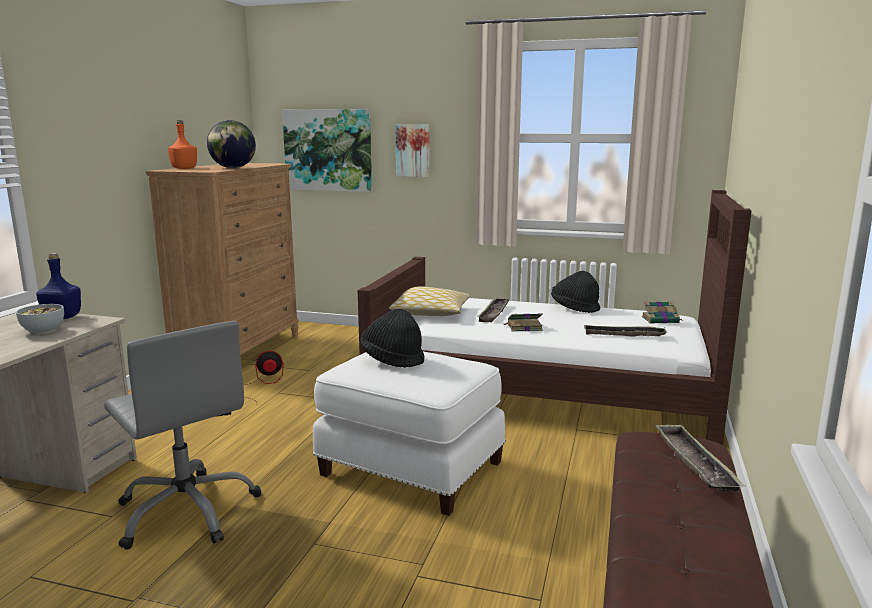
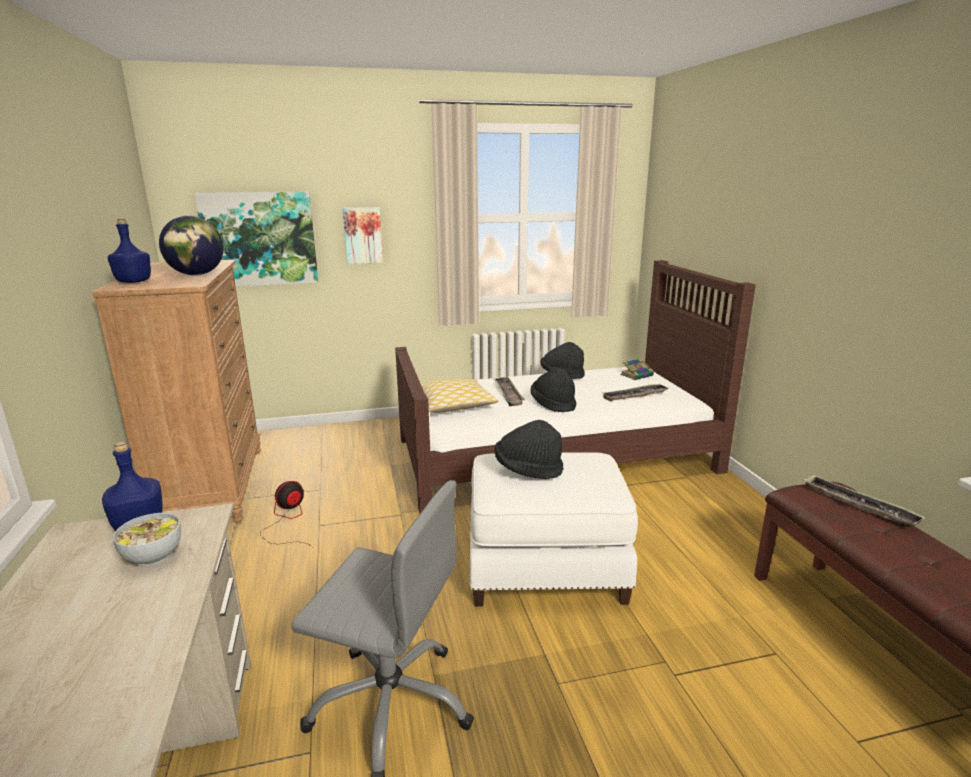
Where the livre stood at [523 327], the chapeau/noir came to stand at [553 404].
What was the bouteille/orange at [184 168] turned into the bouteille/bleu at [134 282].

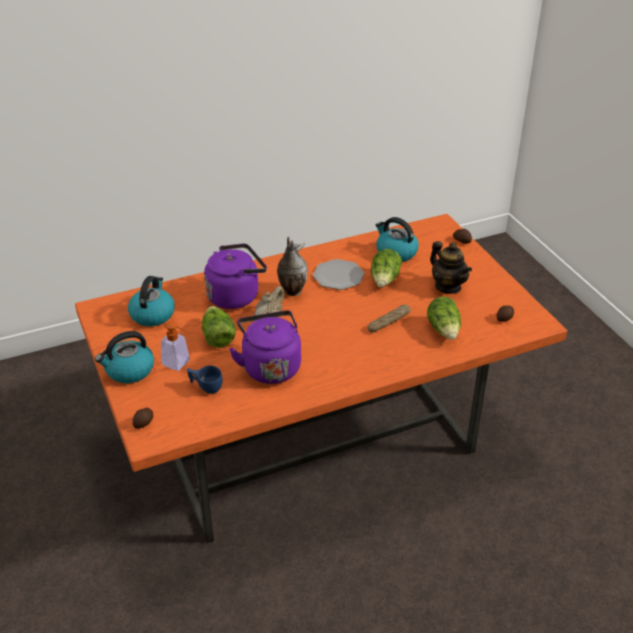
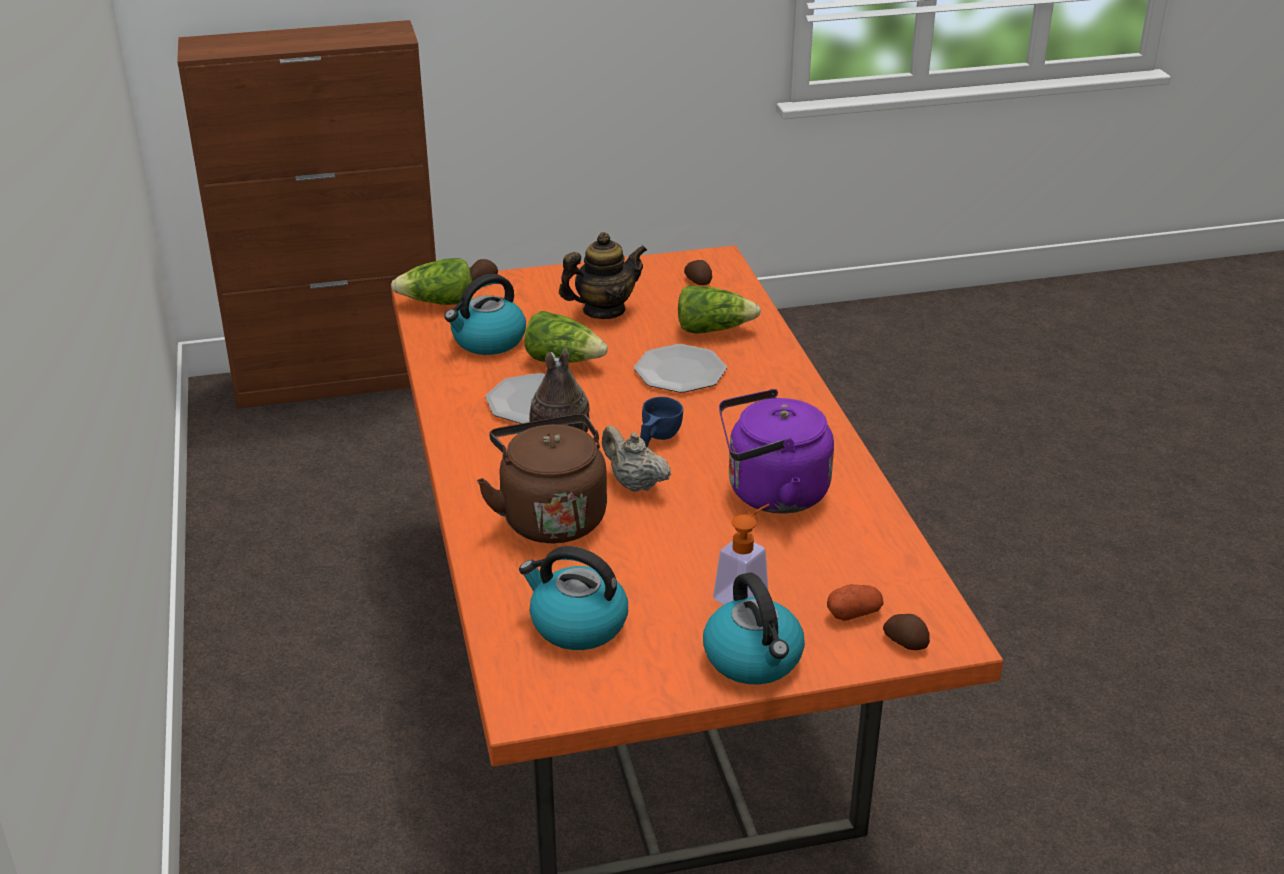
The second view gained the meuble de rangement/marron at [342 379].
The second view gained the pomme de terre at [854 613].
The tasse/bleu ended up elsewhere, having gone from [206 387] to [656 438].
The laitue ended up elsewhere, having gone from [217 336] to [438 303].
Where the pain stood at [389 322], the assiette came to stand at [680 371].
What was the bouilloire/violet at [236 295] turned into the bouilloire/marron at [550 516].

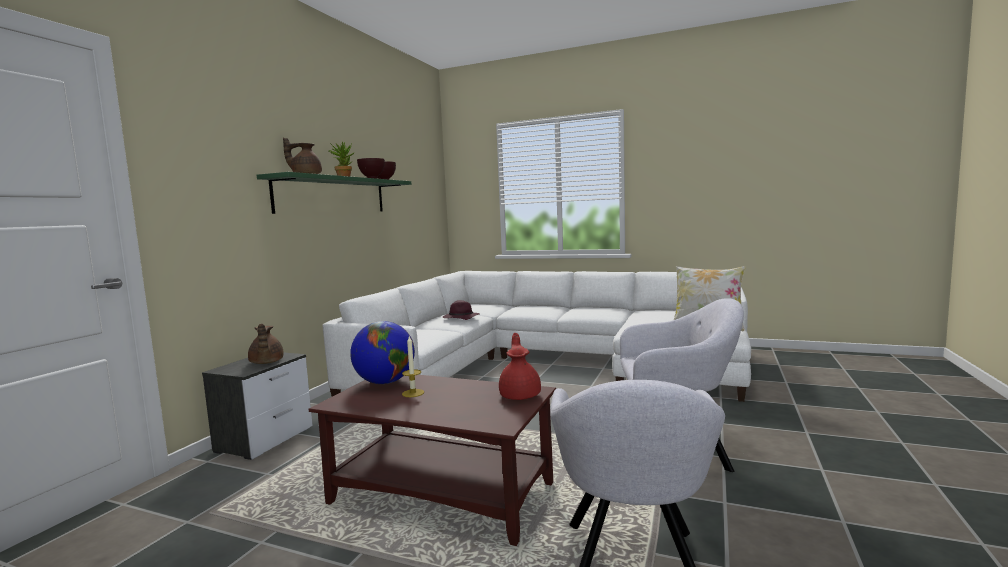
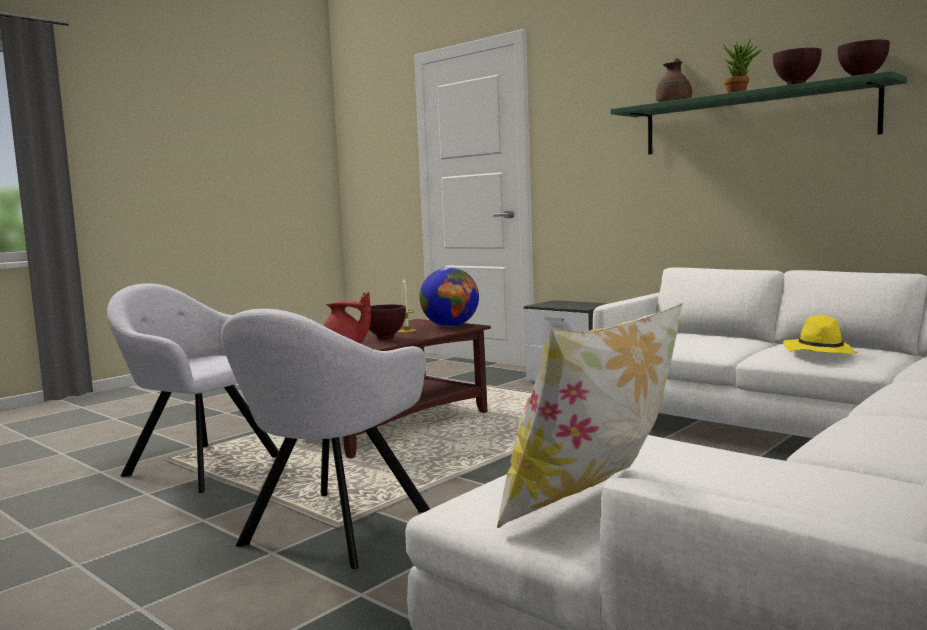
The second view lost the théière/marron at [266 362].
The second view gained the bol/marron at [384 339].
What was the chapeau/violet at [460 318] turned into the chapeau/jaune at [819 352].

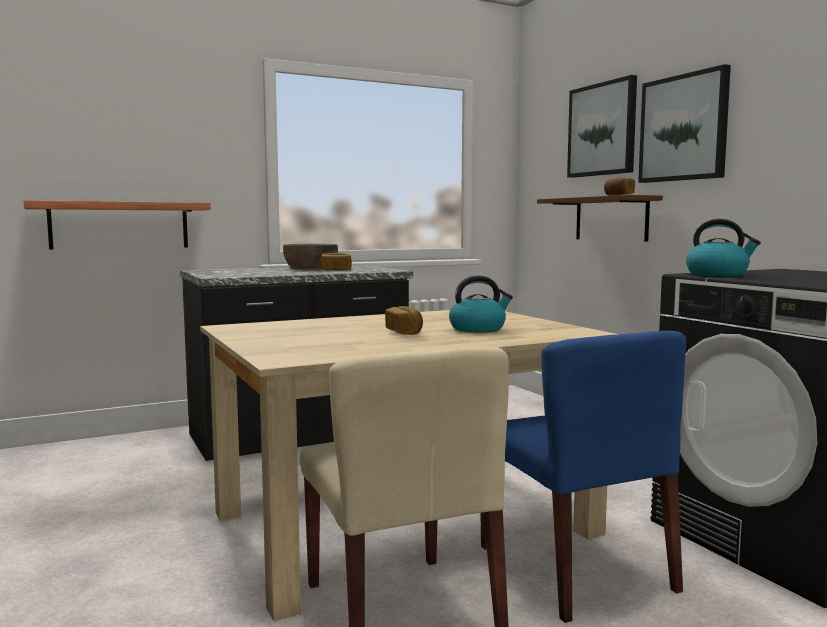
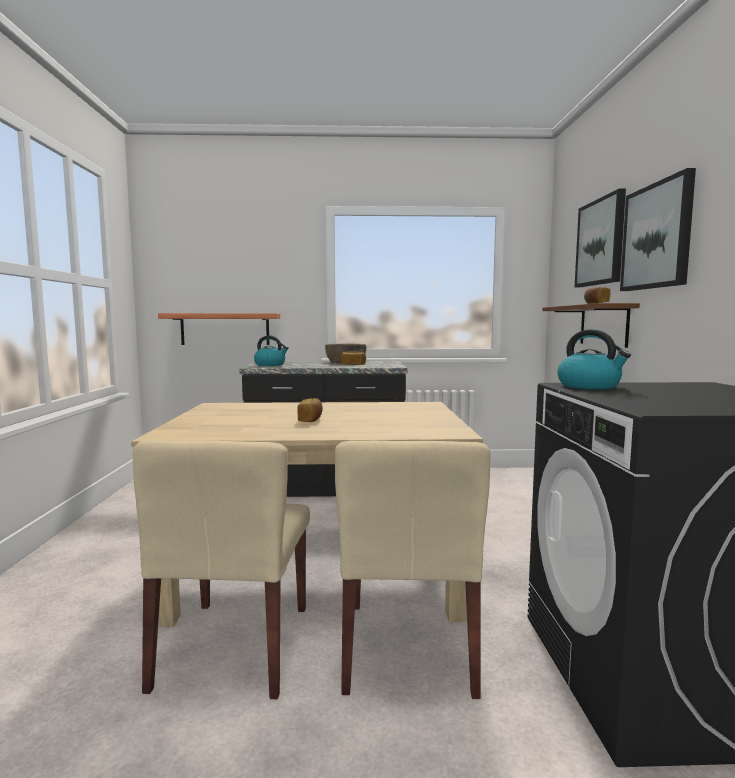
The bouilloire ended up elsewhere, having gone from [478 329] to [270 365].
What was the chaise/bleu at [576 568] turned into the chaise/beige at [407 647].

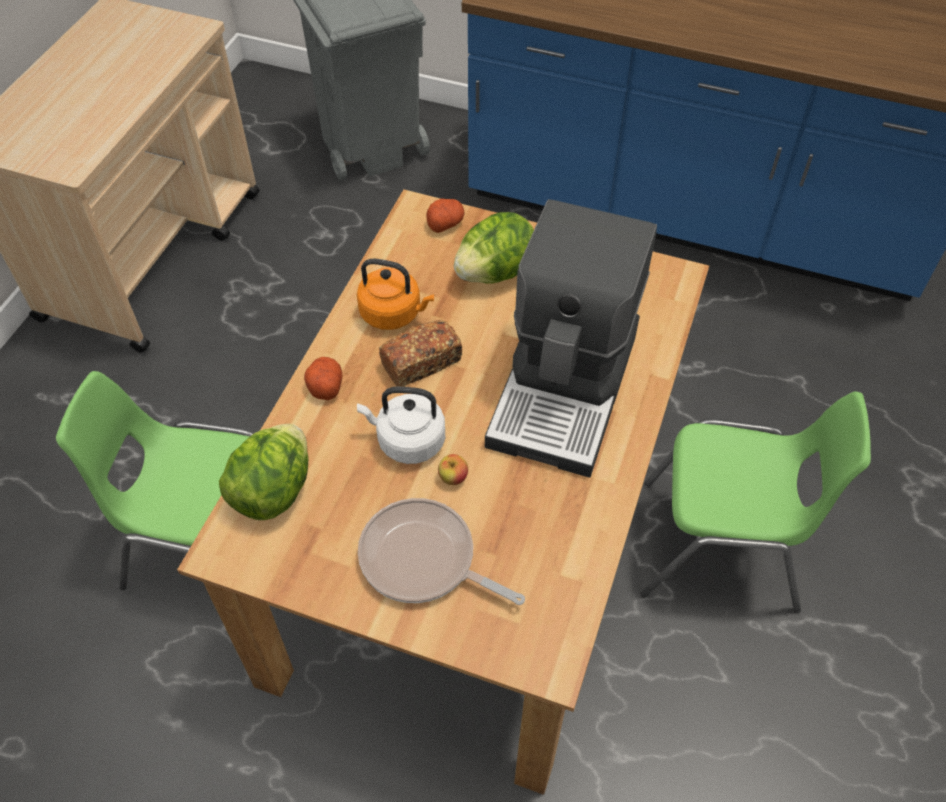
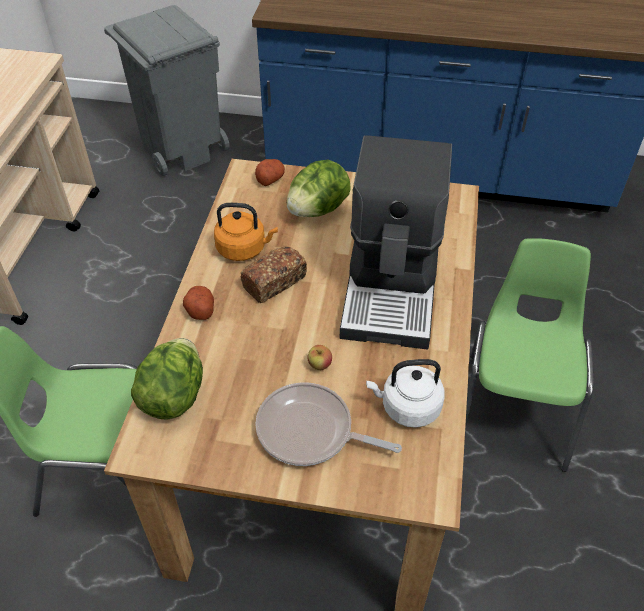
The bouilloire/blanc ended up elsewhere, having gone from [407 441] to [407 407].
The chaise/vert at [722 548] ended up facing another way, 75 degrees counterclockwise from before.

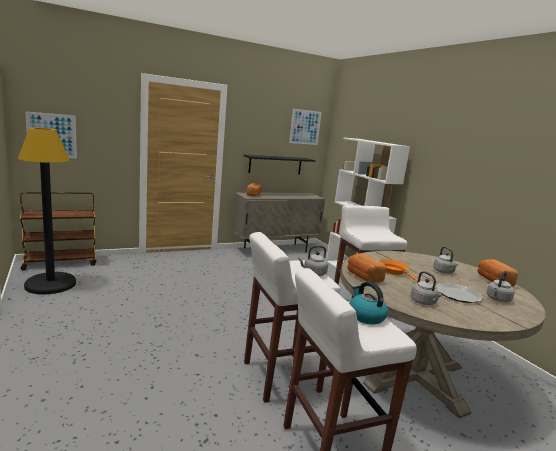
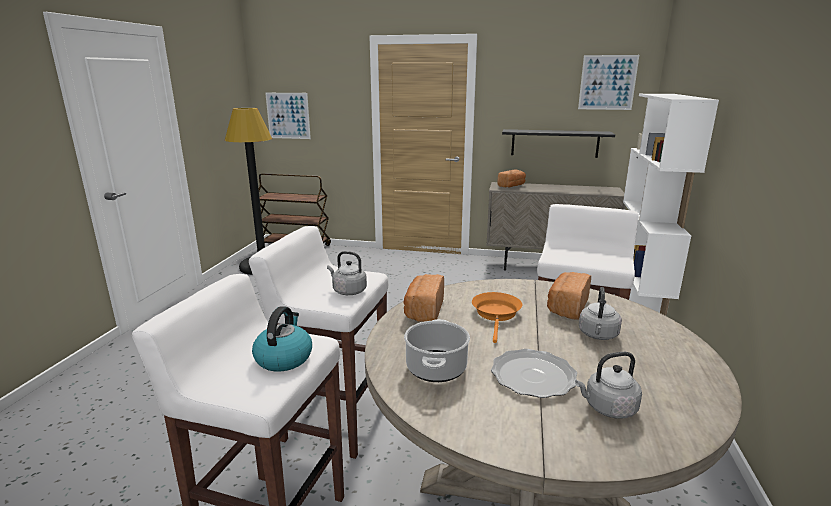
The pain ended up elsewhere, having gone from [493 281] to [566 307].
Where the bouilloire/gris stood at [424 302], the marmite came to stand at [436 369].

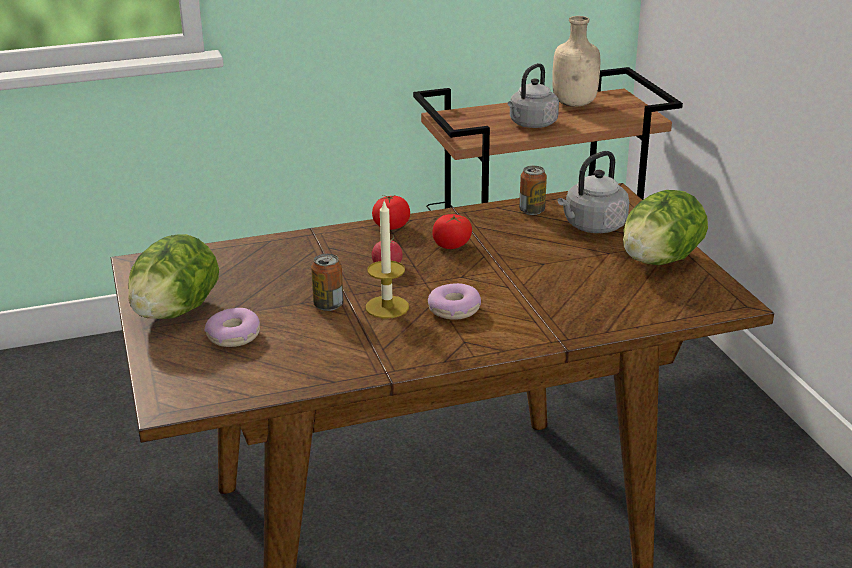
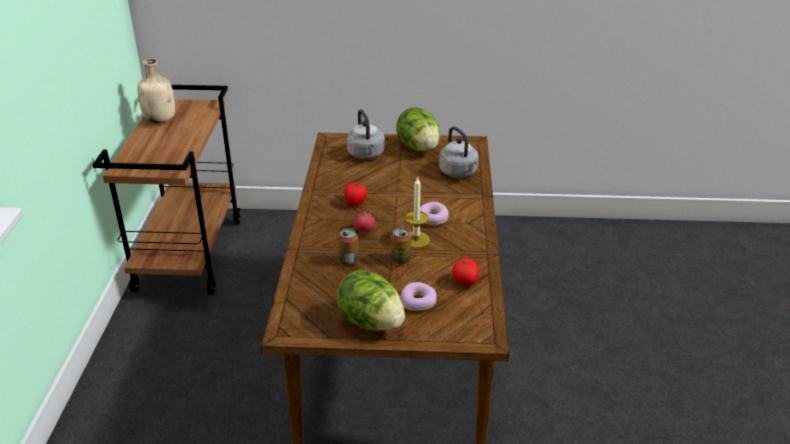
The tomate ended up elsewhere, having gone from [391 226] to [465 281].
The bouilloire/gris ended up elsewhere, having gone from [531 124] to [459 173].
The boîte métallique ended up elsewhere, having gone from [532 211] to [348 260].

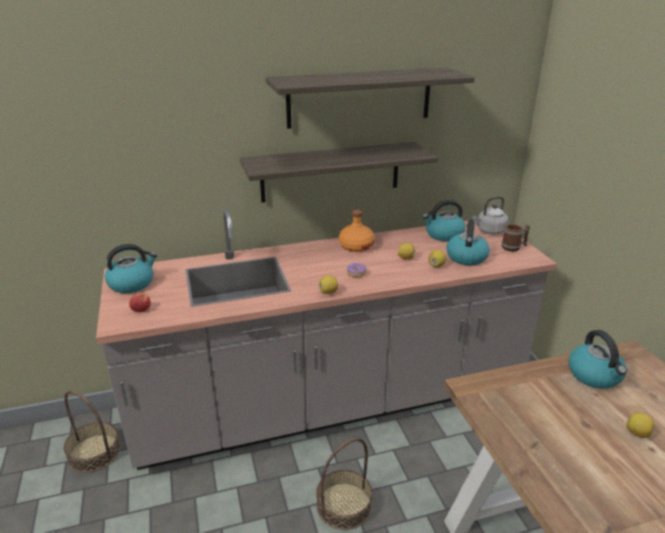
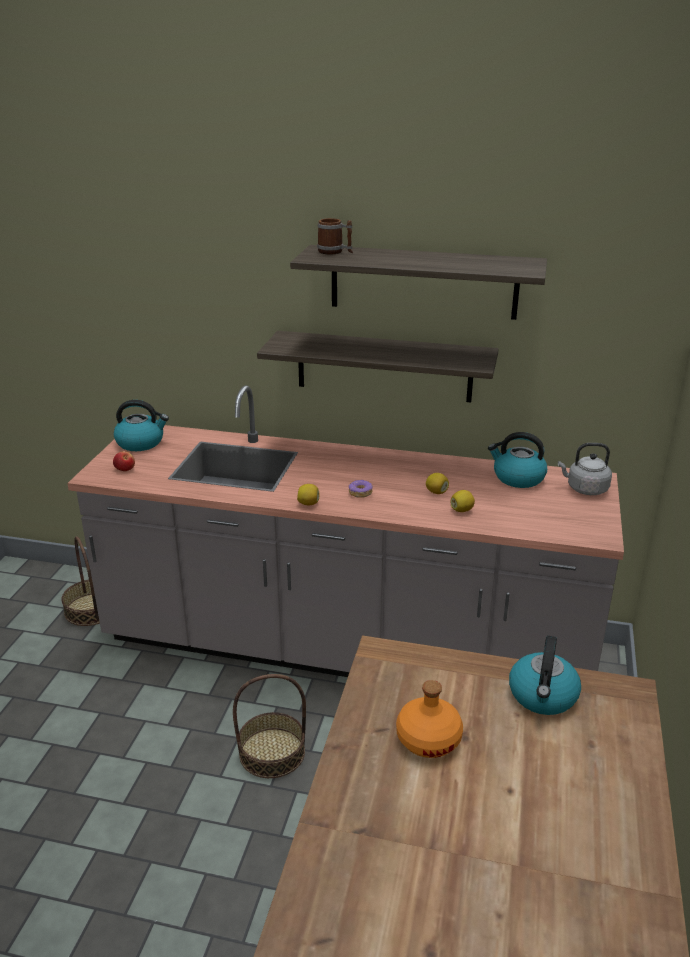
The second view lost the bouilloire at [466 257].
The second view lost the citron at [638 433].
The bouteille/orange ended up elsewhere, having gone from [356 246] to [428 738].
The mug ended up elsewhere, having gone from [514 247] to [335 252].

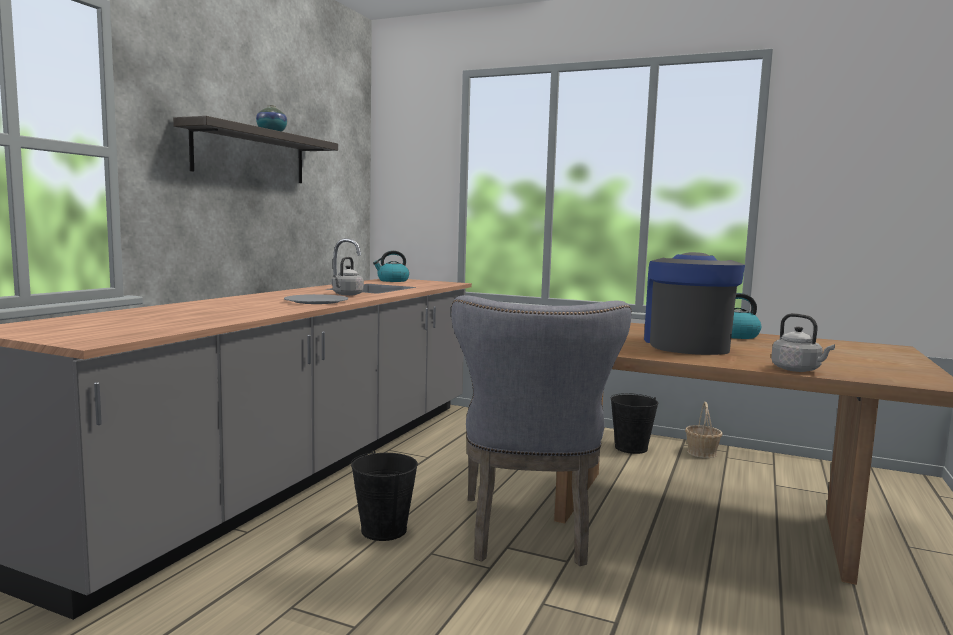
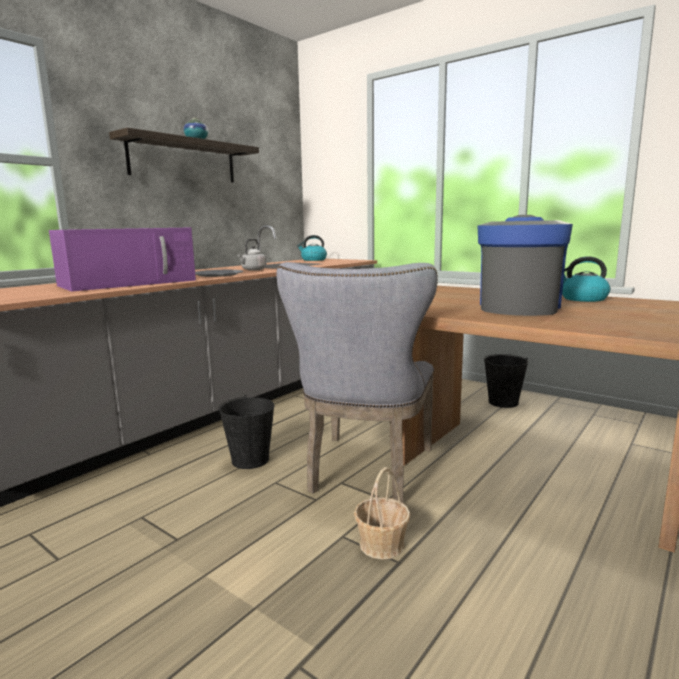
The second view lost the bouilloire/gris at [798 370].
The second view gained the micro-ondes/violet at [130 283].
The panier ended up elsewhere, having gone from [701 453] to [381 544].

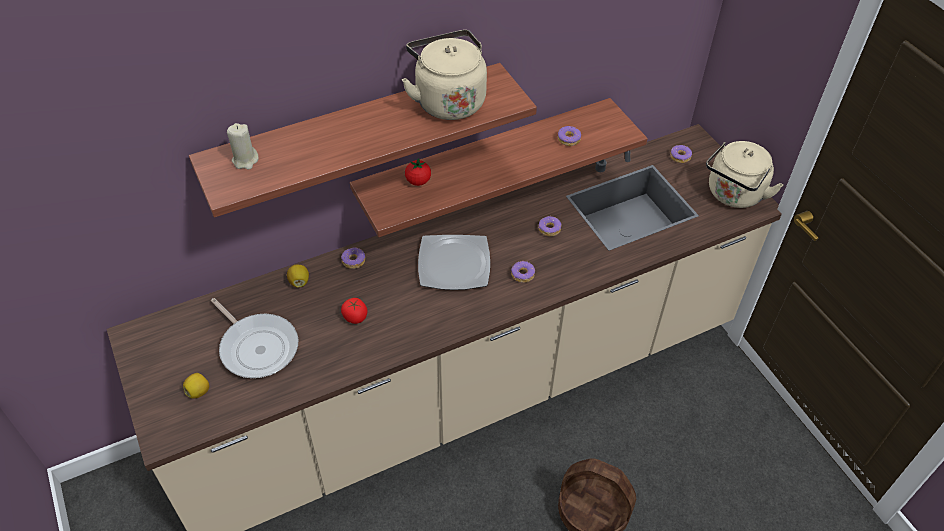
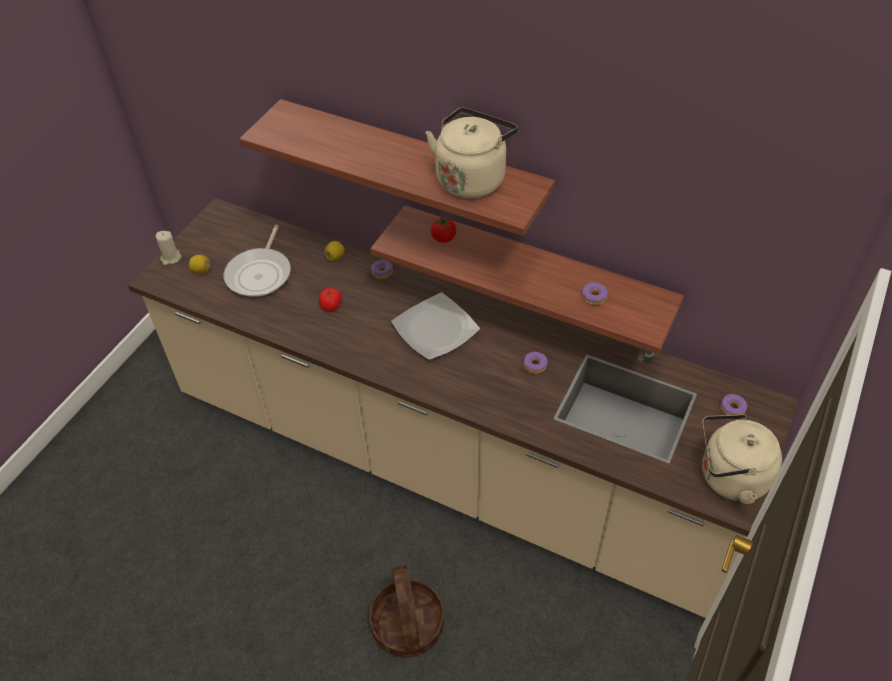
The second view lost the beignet at [522 275].
The bougie/beige ended up elsewhere, having gone from [245 160] to [171 258].

